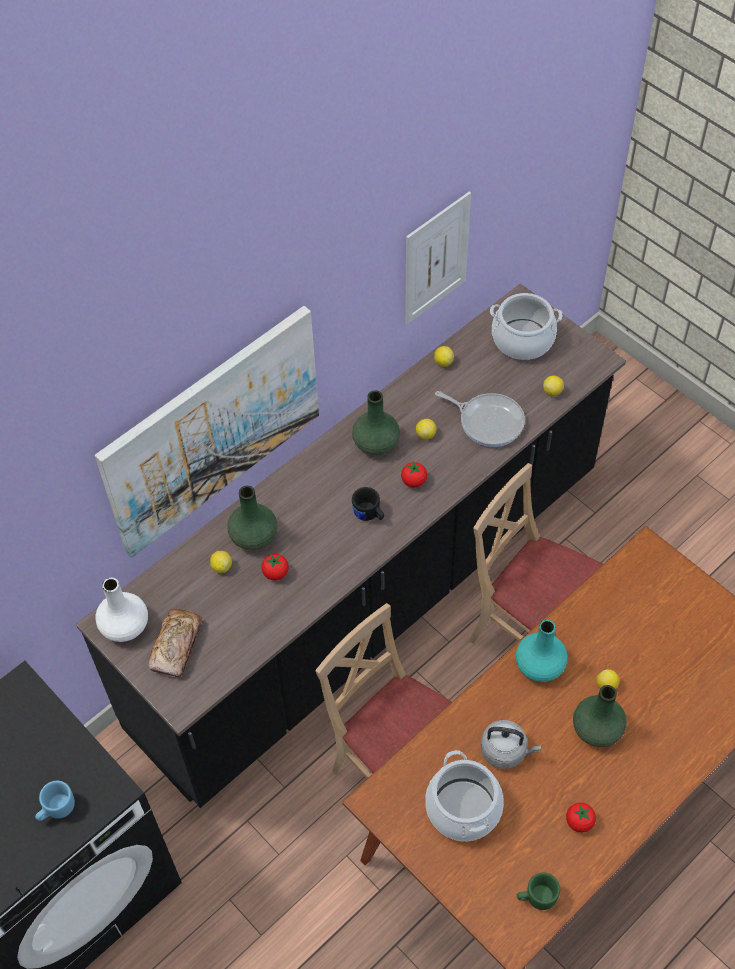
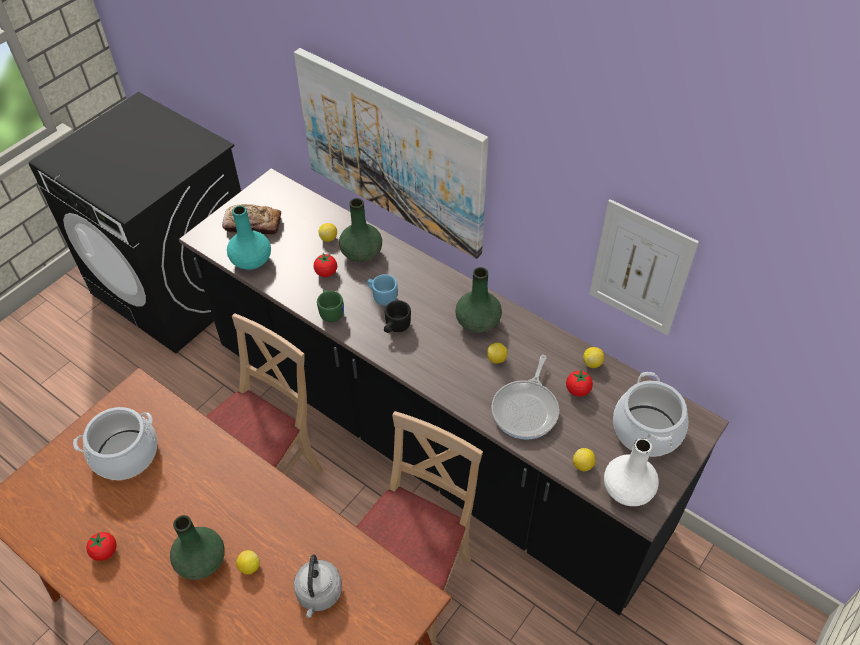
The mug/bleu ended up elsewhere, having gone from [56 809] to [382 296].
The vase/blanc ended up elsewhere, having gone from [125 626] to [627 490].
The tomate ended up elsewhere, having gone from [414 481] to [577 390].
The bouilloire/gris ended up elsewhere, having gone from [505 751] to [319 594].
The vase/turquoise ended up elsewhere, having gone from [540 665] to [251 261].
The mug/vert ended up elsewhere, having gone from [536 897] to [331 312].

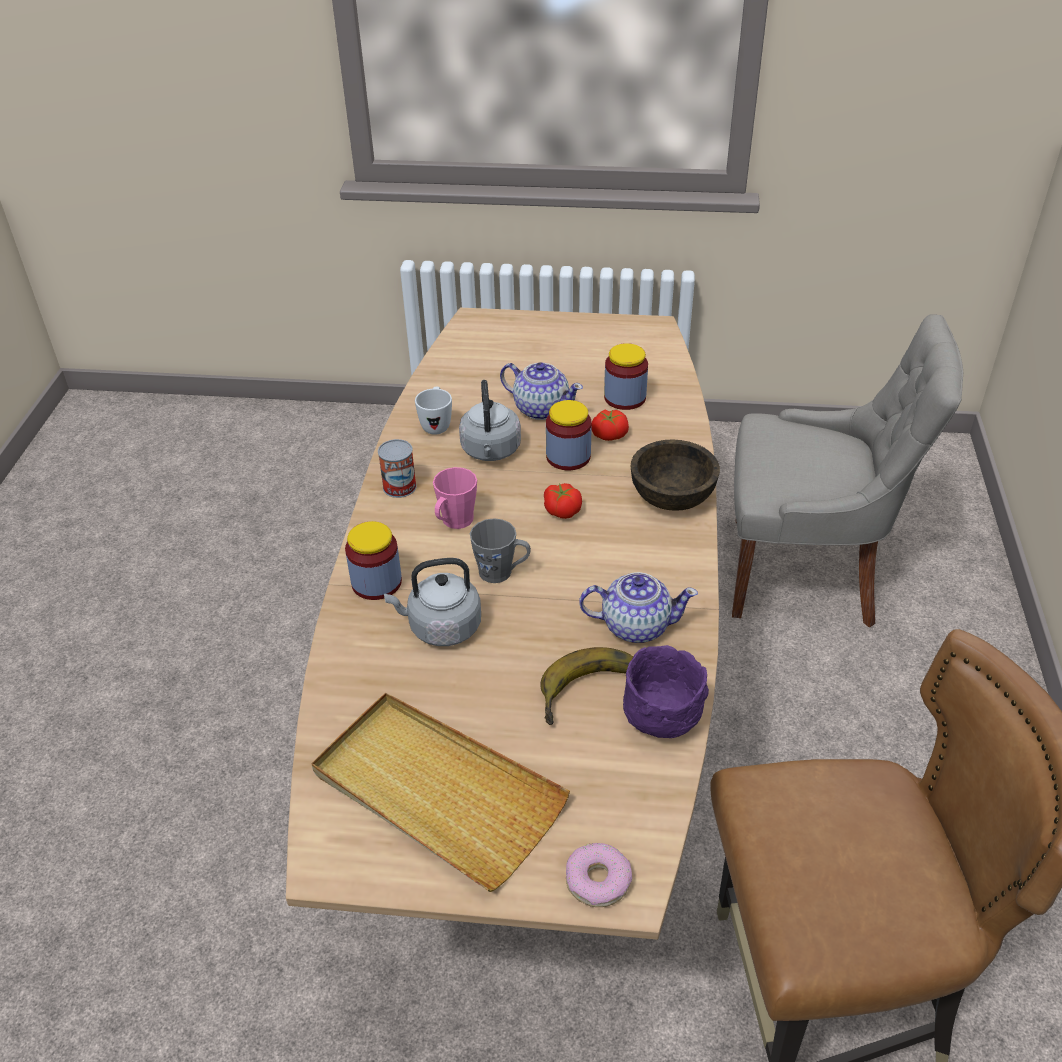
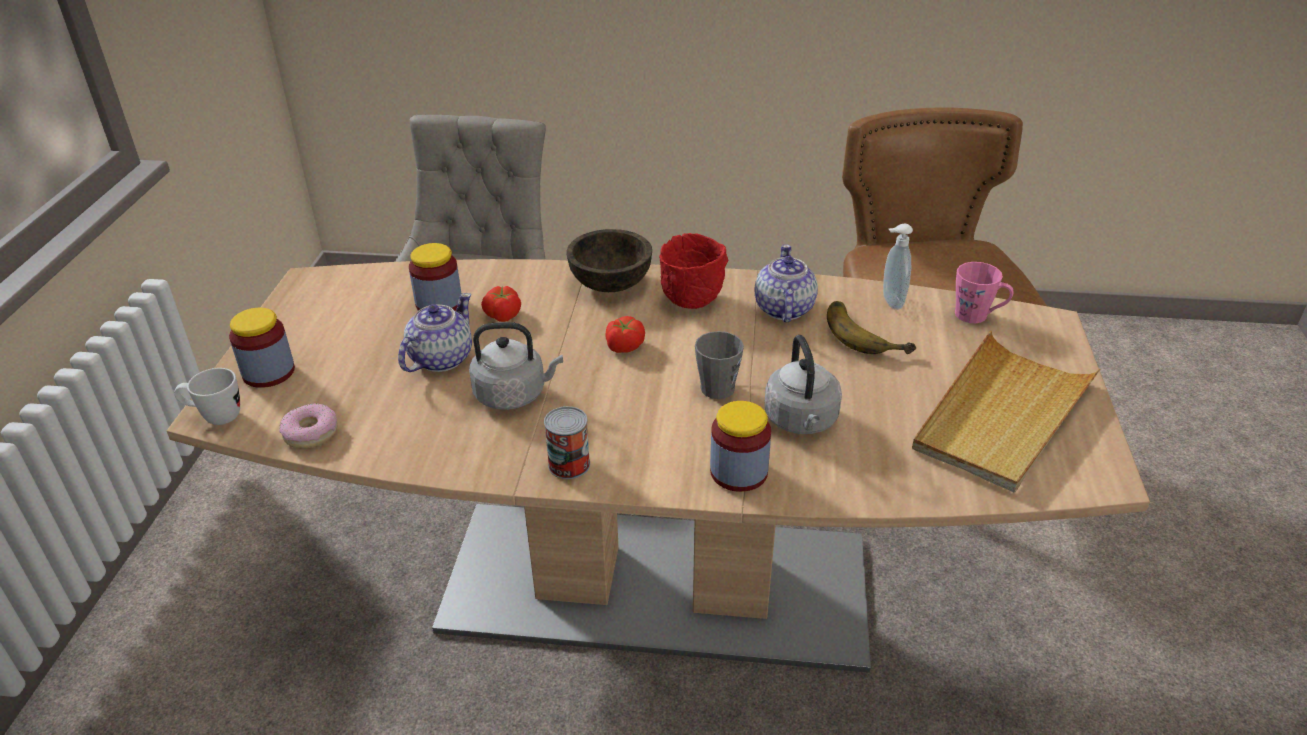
The second view gained the bol/rouge at [693 300].
The mug/blanc ended up elsewhere, having gone from [436 424] to [215 417].
The mug/rose ended up elsewhere, having gone from [454 522] to [977 316].
The bocal ended up elsewhere, having gone from [568 457] to [268 372].
The beignet ended up elsewhere, having gone from [598 880] to [310 433].
Where the bol/violet stood at [660 723], the distributeur de savon came to stand at [890 302].

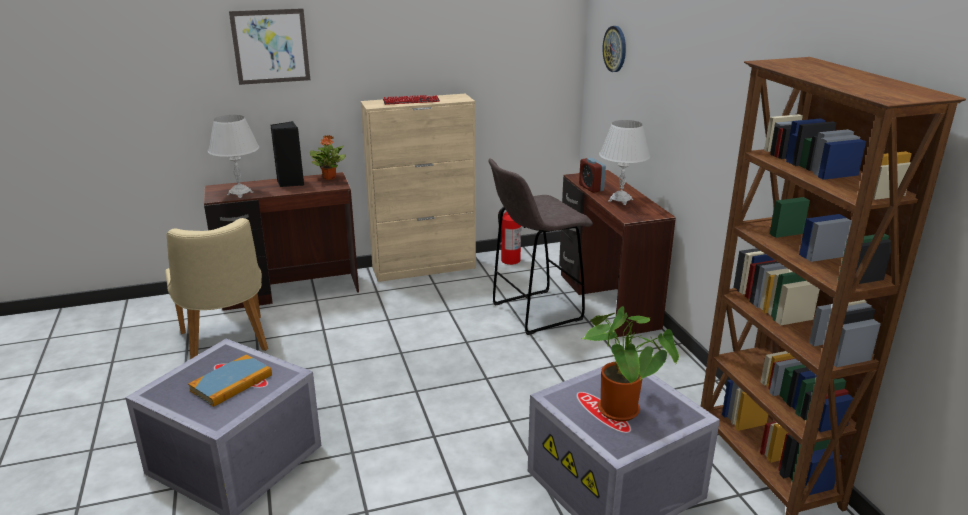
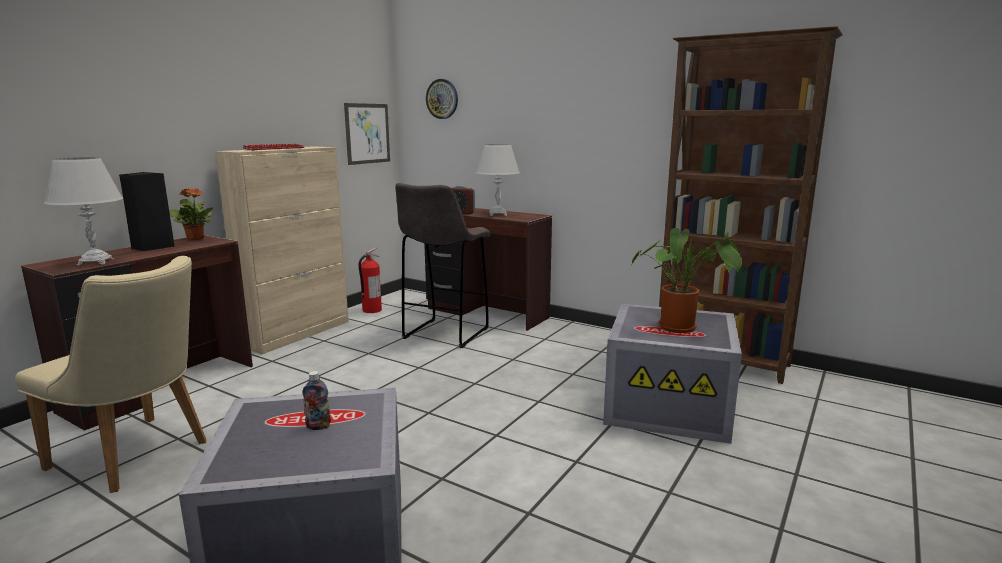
The tableau ended up elsewhere, having gone from [270 46] to [367 133].
Where the livre stood at [231 383], the bouteille came to stand at [318 426].

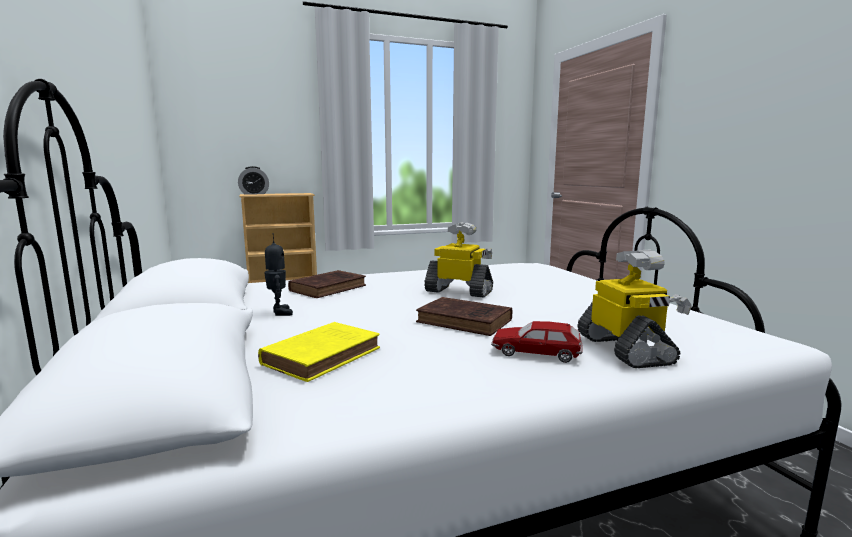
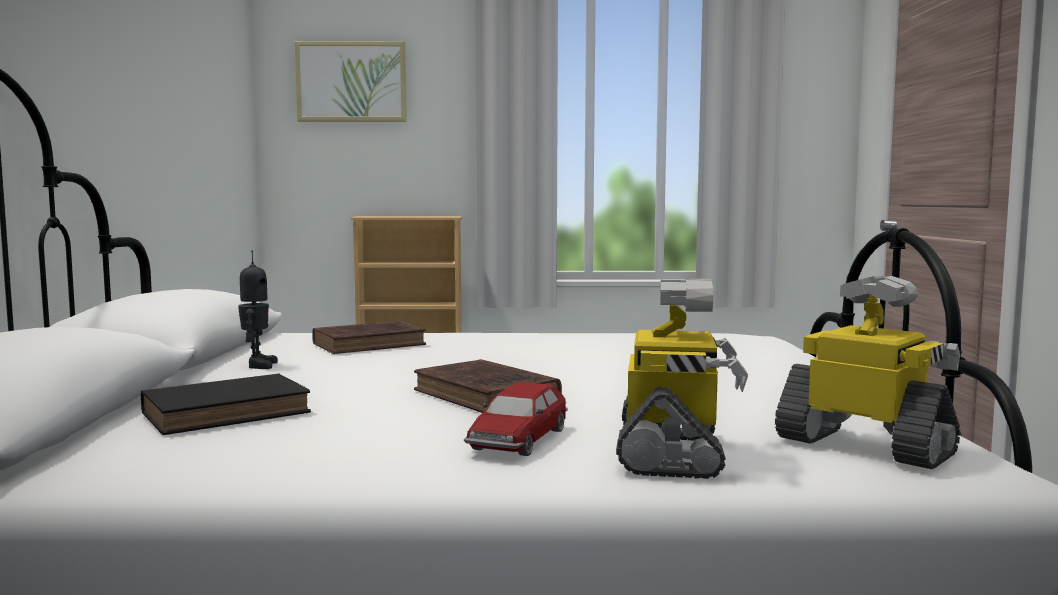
The second view lost the réveil at [254 194].
The second view gained the tableau at [351 82].
The robot jouet ended up elsewhere, having gone from [460 291] to [867 446].
What was the livre/jaune at [324 355] turned into the livre/noir at [231 412].
The petite voiture at [536 352] ended up facing another way, 105 degrees counterclockwise from before.

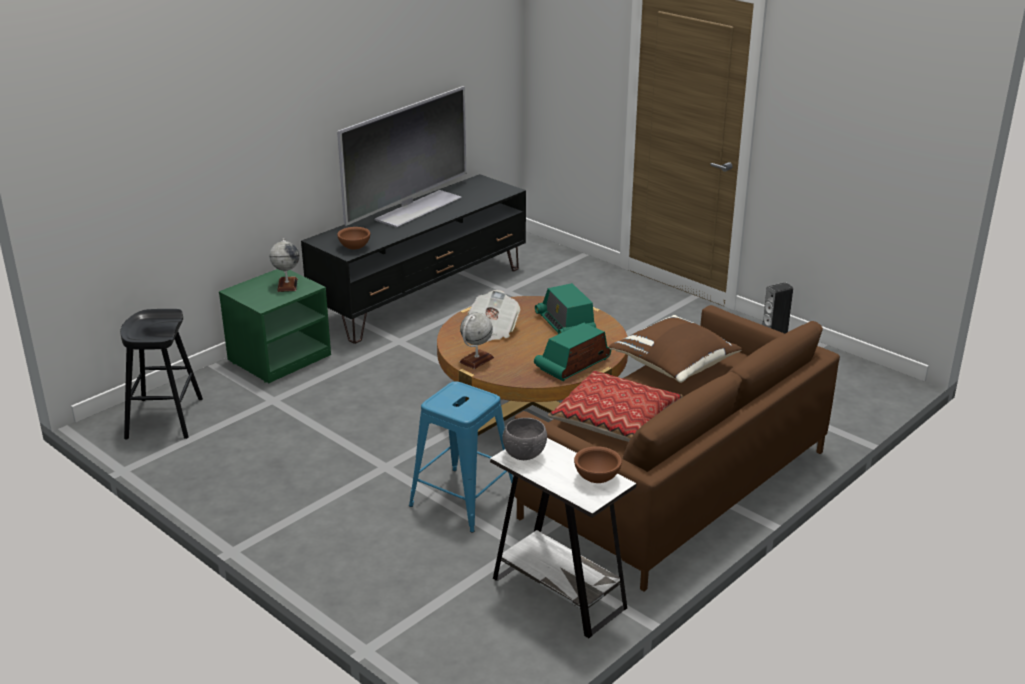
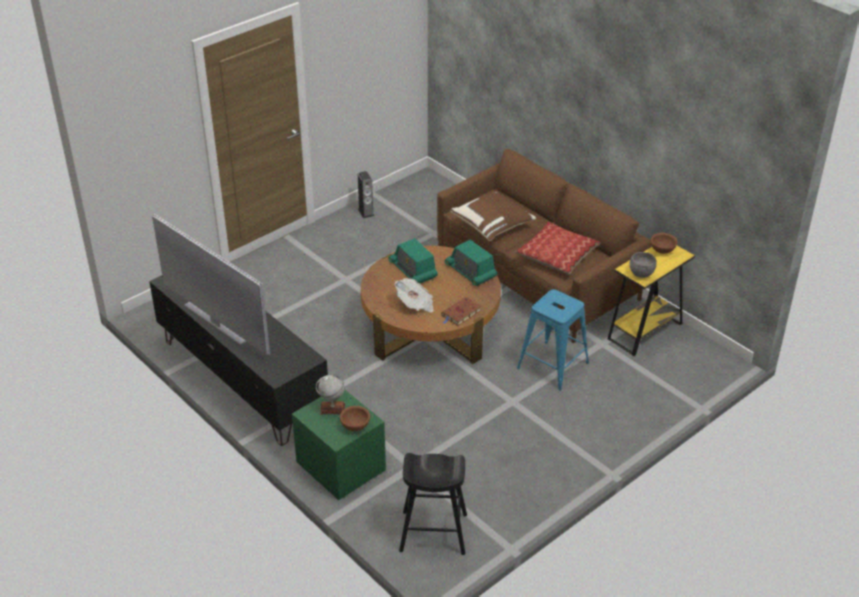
The bol/marron ended up elsewhere, having gone from [355 247] to [355 426].
Where the globe stood at [476 360], the livre/marron came to stand at [460 314].
What was the table d'appoint/blanc at [559 593] turned into the table d'appoint/jaune at [645 331].
The radio at [565 325] ended up facing another way, 75 degrees clockwise from before.

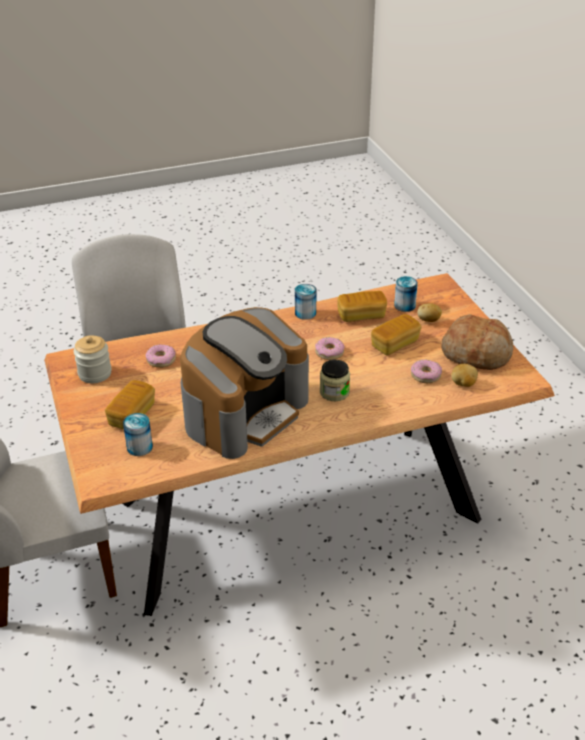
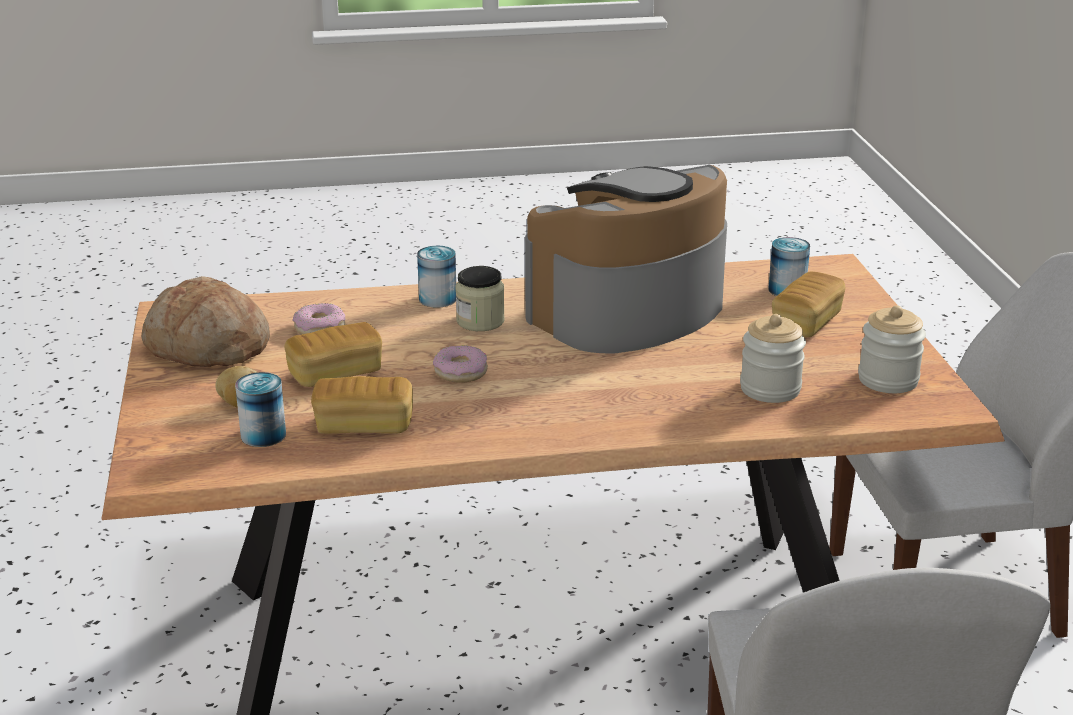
The second view lost the pomme de terre at [463 384].
The boîte métallique ended up elsewhere, having gone from [305 313] to [437 299].
Where the beignet stood at [161 360], the bocal came to stand at [770 389].

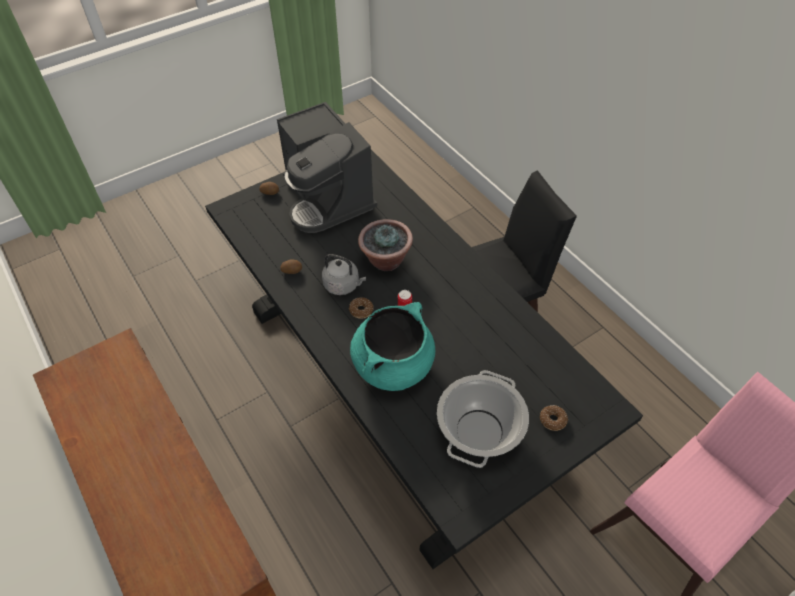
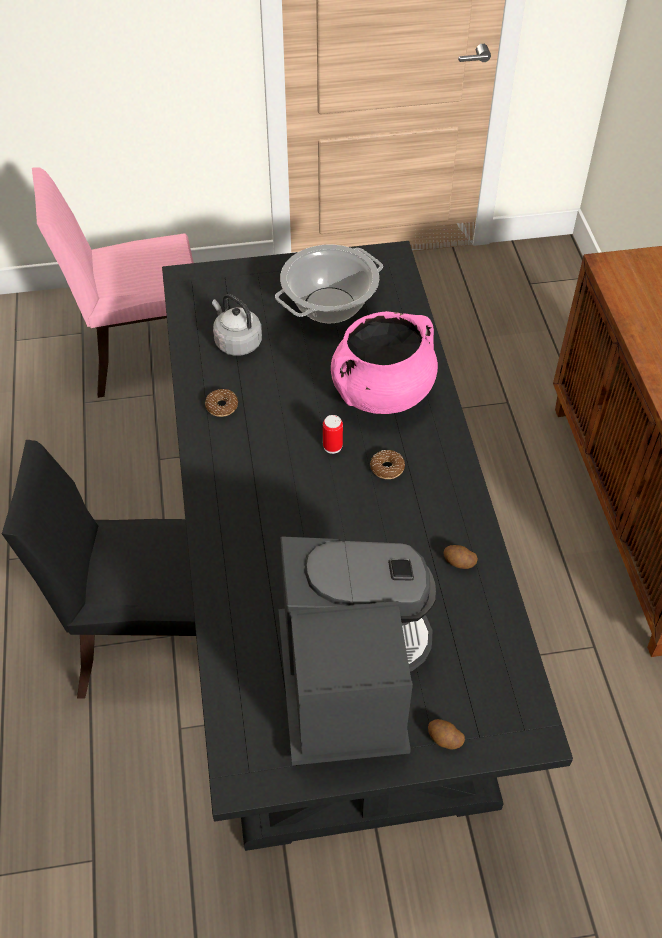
The second view lost the plante en pot at [385 260].
The bouilloire/gris ended up elsewhere, having gone from [343 285] to [236 342].
The beignet ended up elsewhere, having gone from [553 420] to [221 406].
What was the marmite/turquoise at [393 365] turned into the marmite/rose at [382 392].

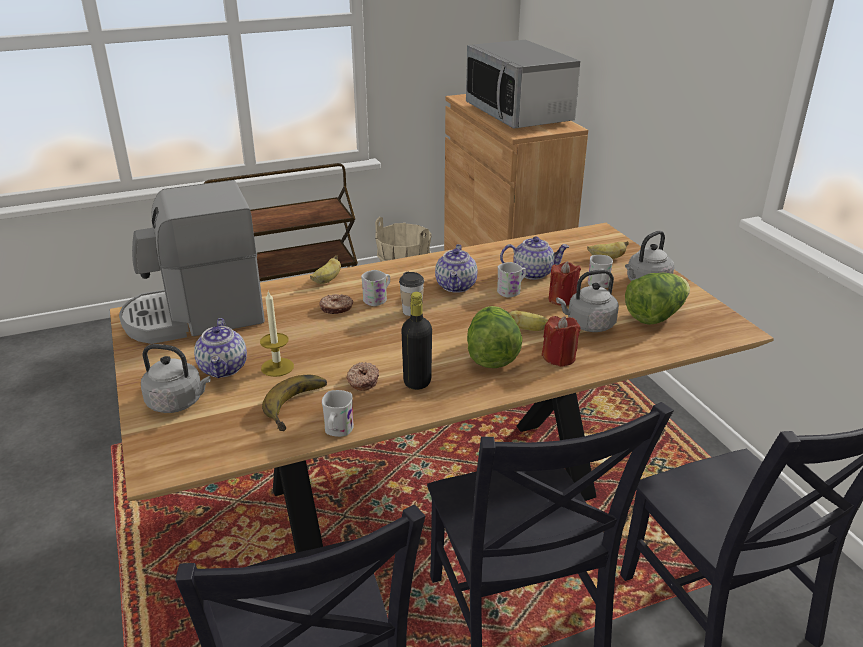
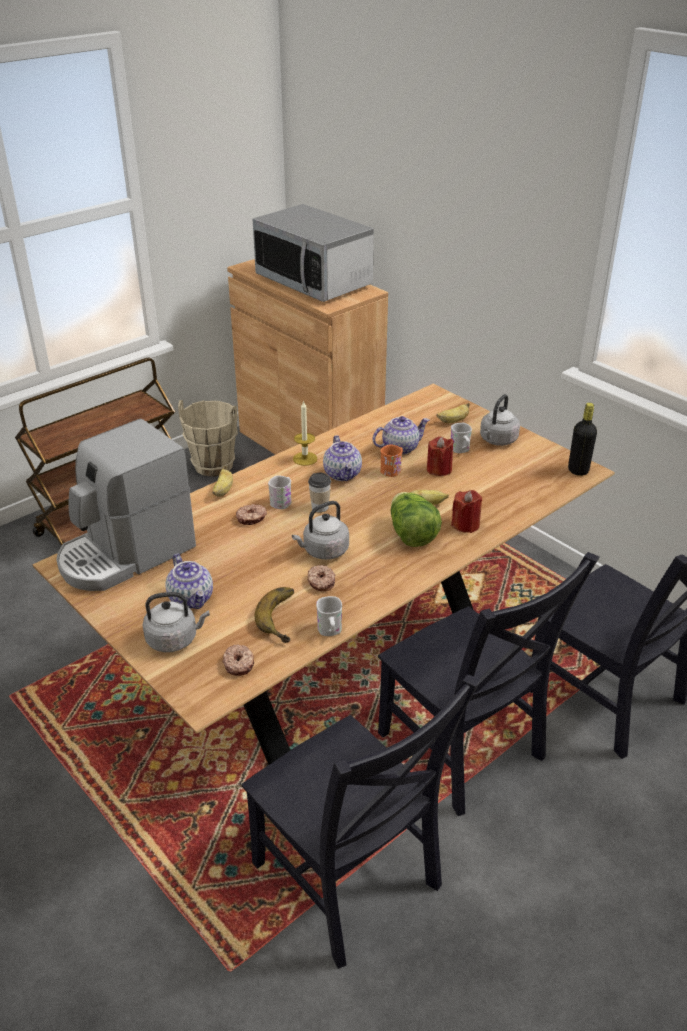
The second view lost the laitue at [655 316].
The second view gained the beignet at [239 664].
The bougie ended up elsewhere, having gone from [277 367] to [305 458].
The bouteille/noir ended up elsewhere, having gone from [417 382] to [578 470].
The bouilloire/gris ended up elsewhere, having gone from [588 325] to [323 551].
What was the mug/blanc at [512 291] turned into the mug/orange at [393 469].

